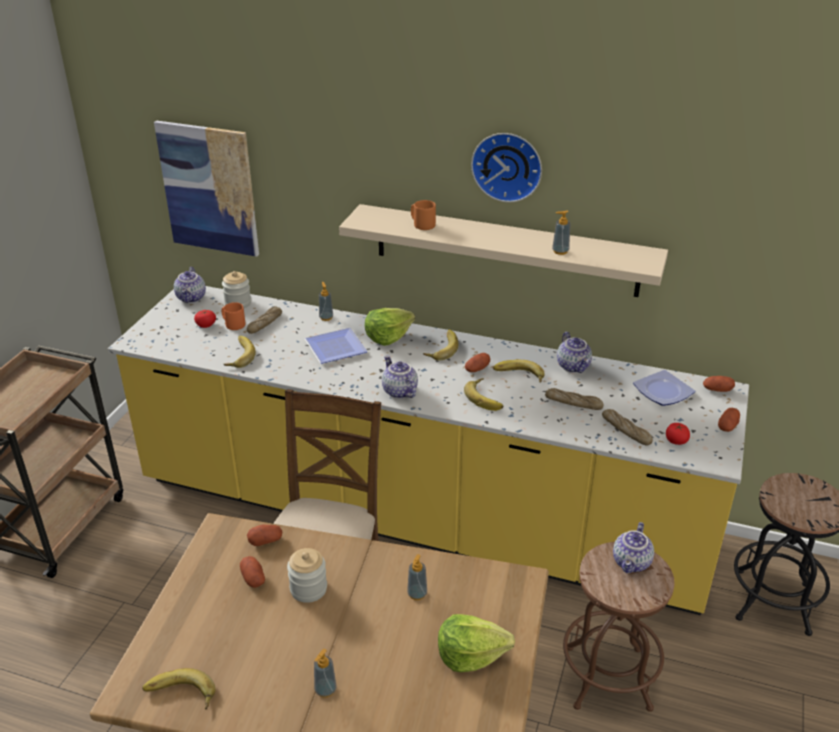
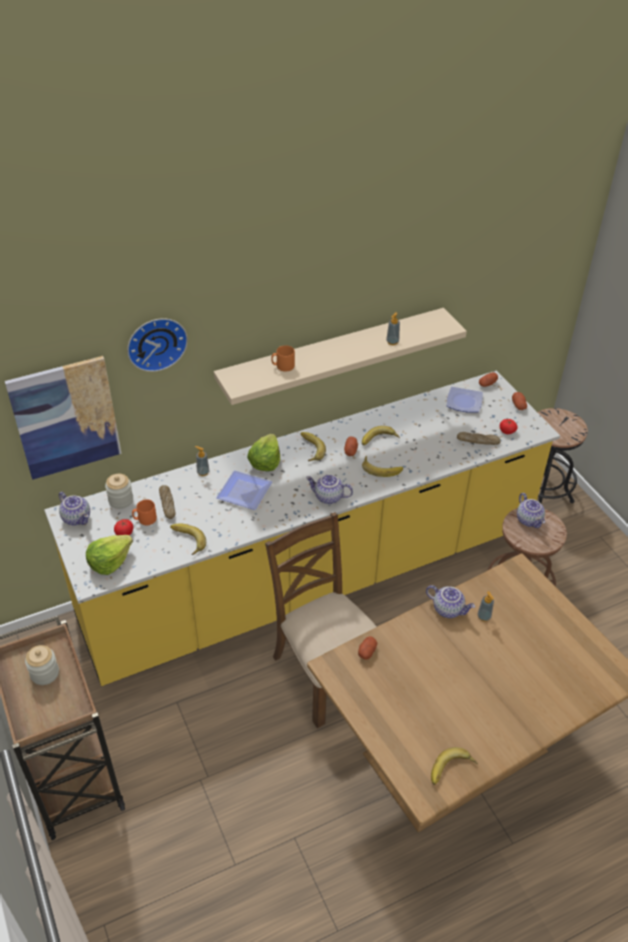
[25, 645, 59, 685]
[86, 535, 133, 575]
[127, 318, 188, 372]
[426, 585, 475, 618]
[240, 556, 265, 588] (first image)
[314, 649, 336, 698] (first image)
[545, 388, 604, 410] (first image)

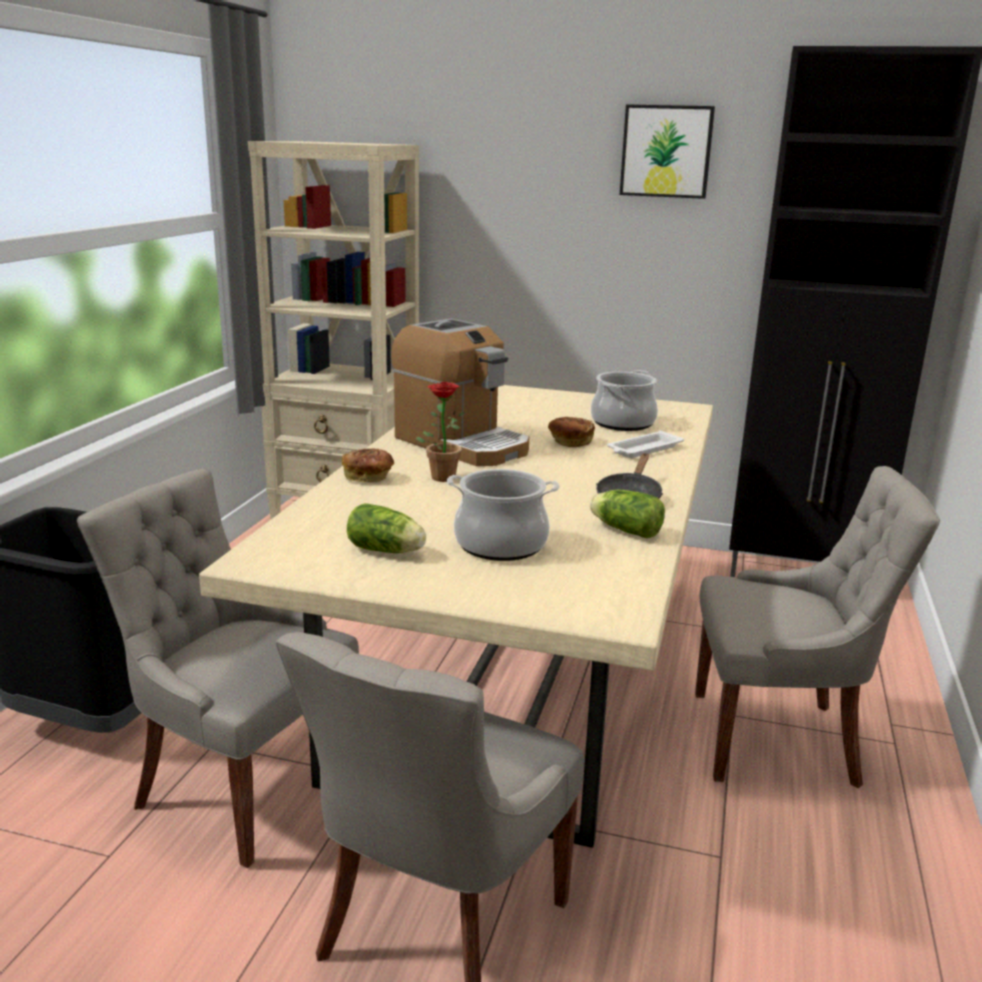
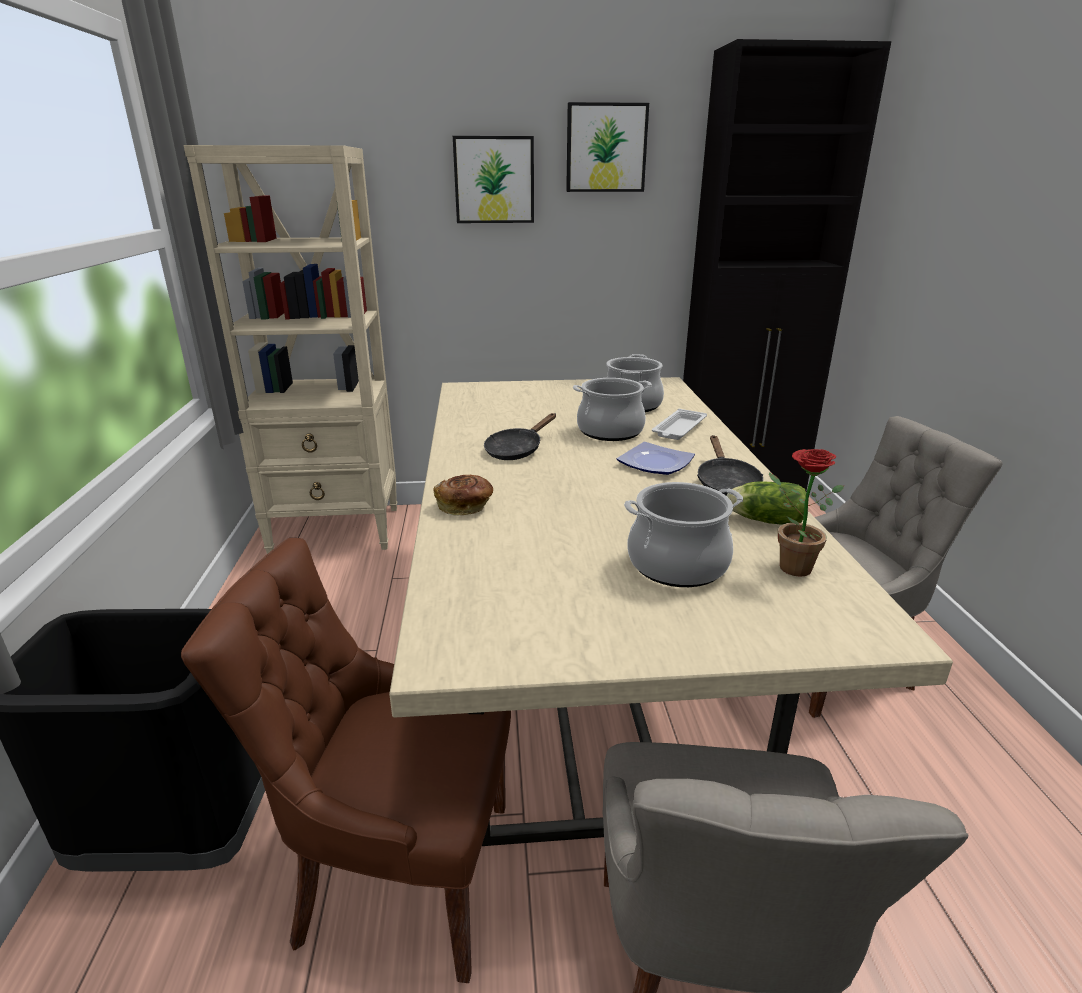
[181, 538, 511, 983]
[453, 136, 534, 223]
[484, 413, 556, 460]
[573, 378, 652, 441]
[617, 442, 695, 475]
[769, 449, 844, 577]
[347, 503, 426, 553] (first image)

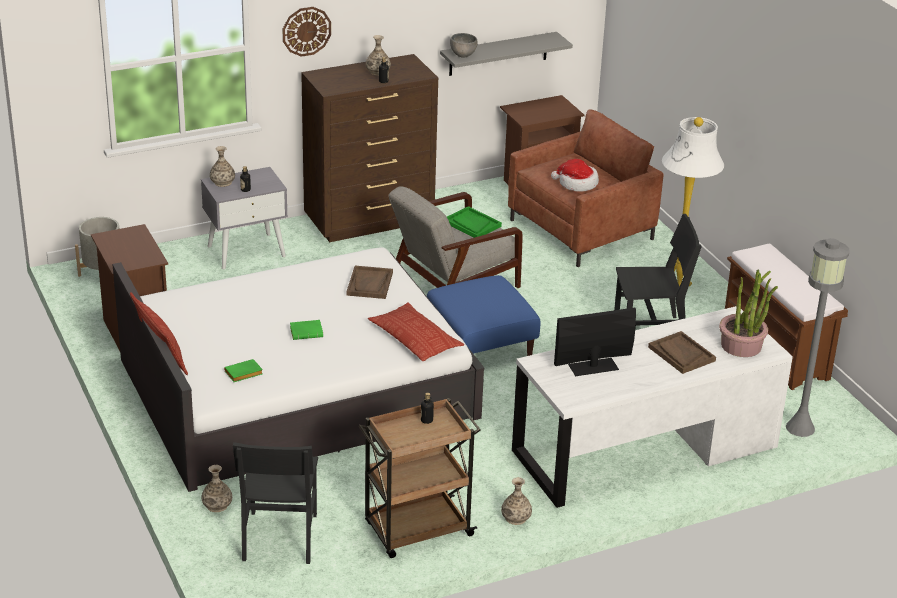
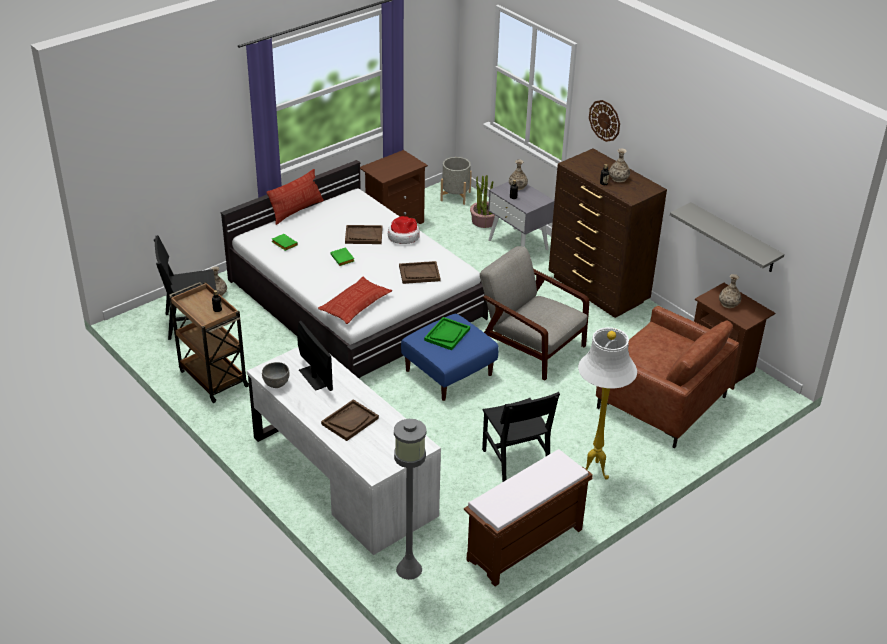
[262, 362, 290, 388]
[345, 225, 382, 244]
[388, 216, 420, 244]
[424, 317, 470, 350]
[470, 175, 495, 228]
[719, 274, 741, 308]

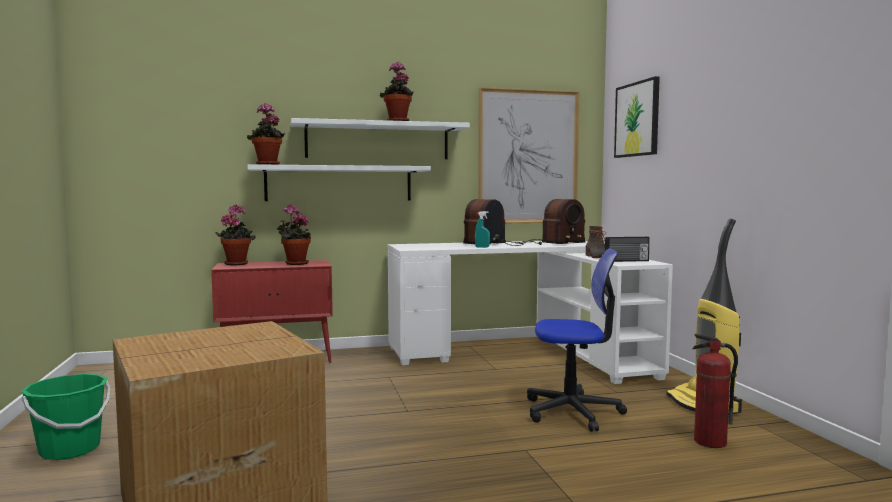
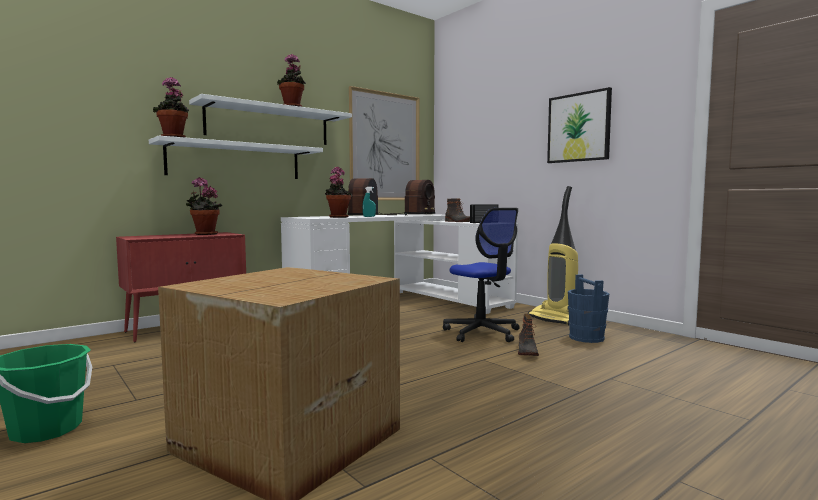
[325, 167, 353, 218]
[443, 208, 520, 342]
[518, 314, 539, 356]
[547, 87, 612, 163]
[568, 274, 610, 343]

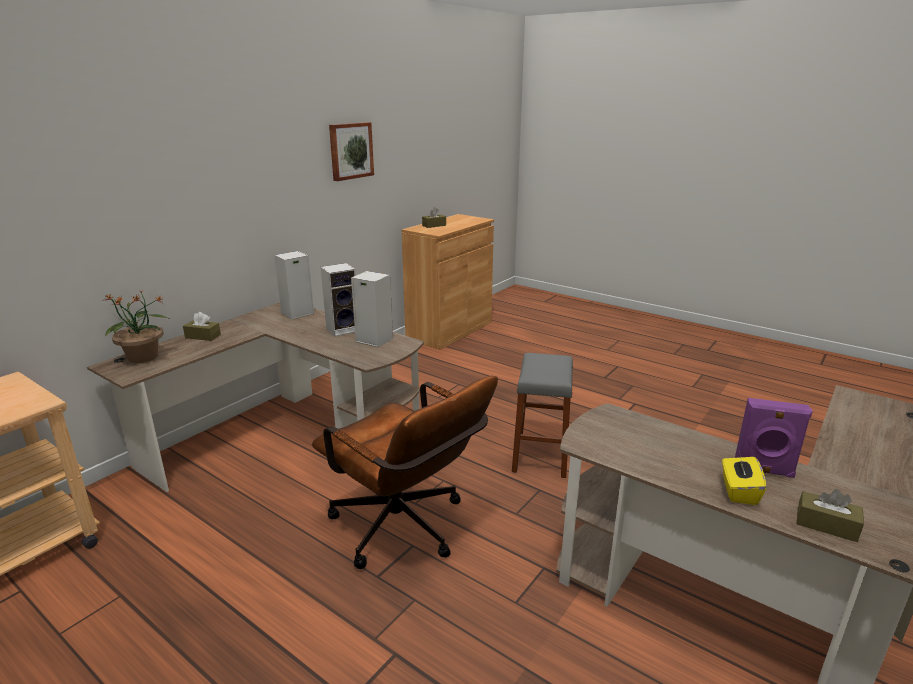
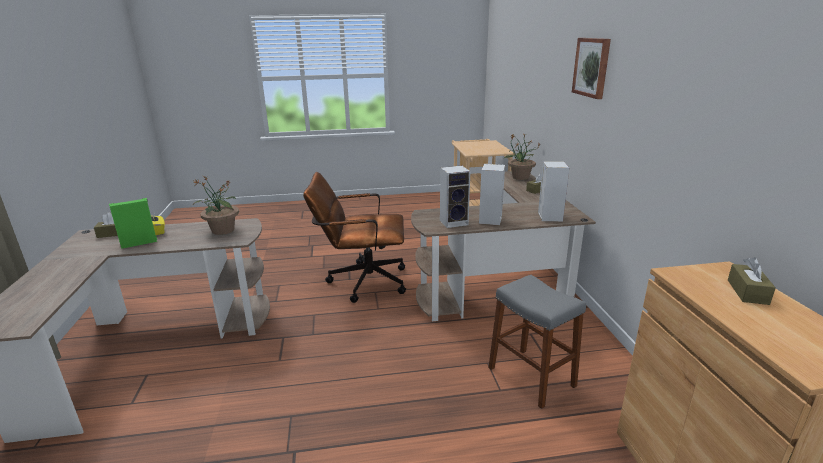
[109, 198, 157, 249]
[193, 176, 239, 235]
[489, 275, 586, 409]
[572, 38, 611, 99]

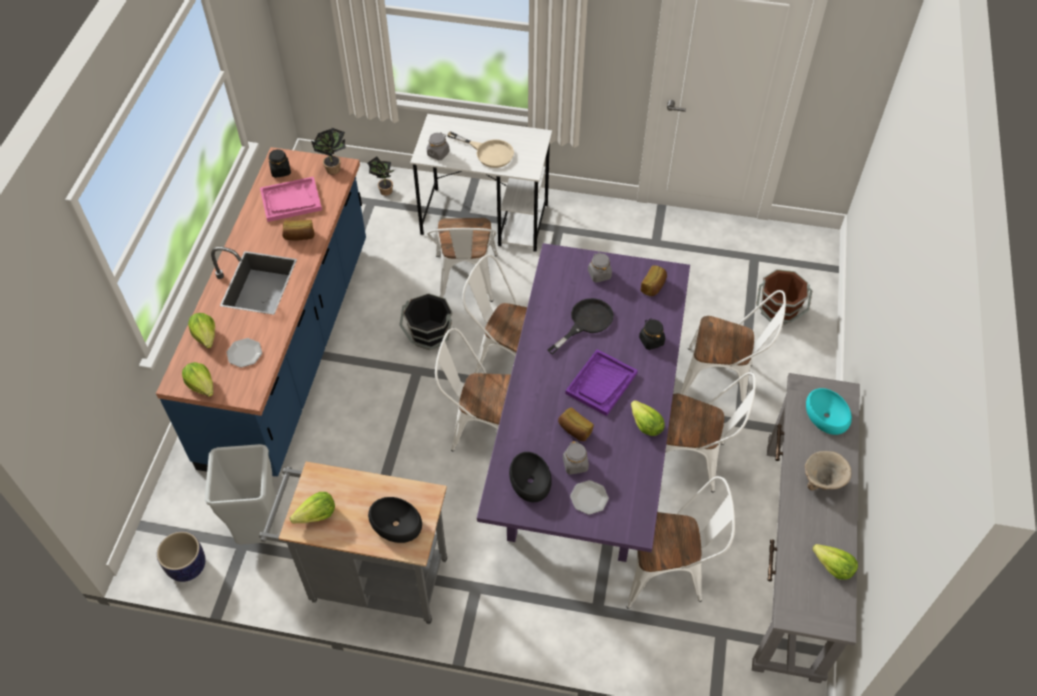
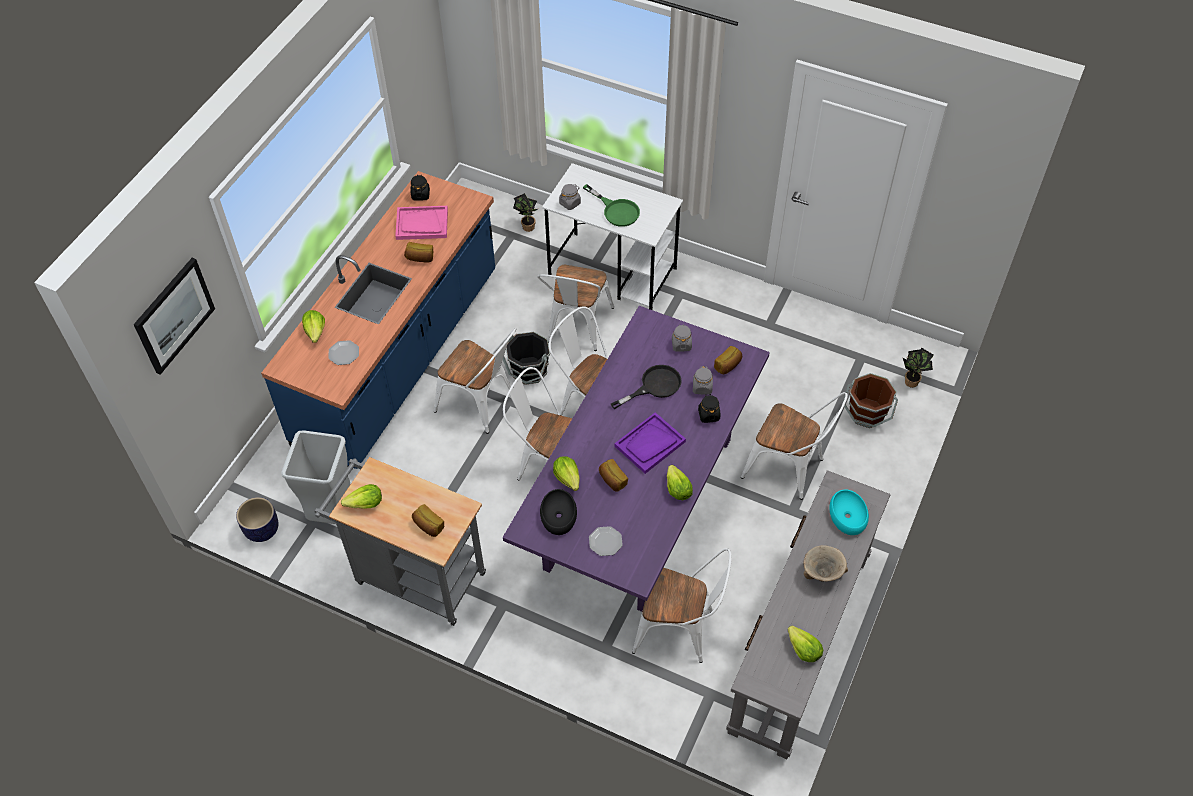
[133, 258, 215, 375]
[412, 504, 444, 537]
[434, 328, 516, 434]
[553, 456, 580, 491]
[583, 184, 640, 227]
[693, 366, 713, 395]
[902, 348, 934, 388]

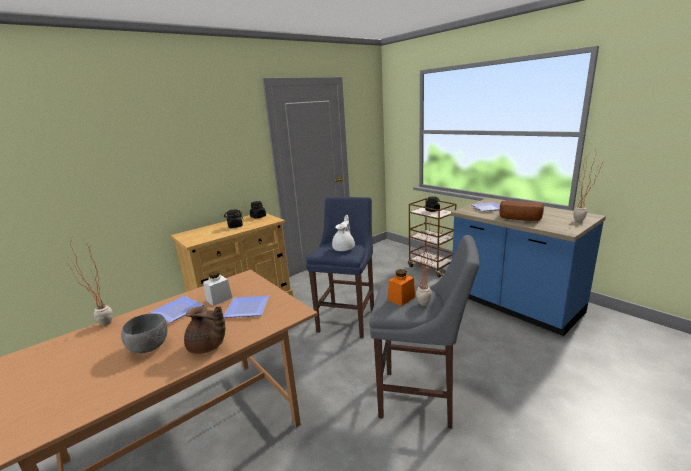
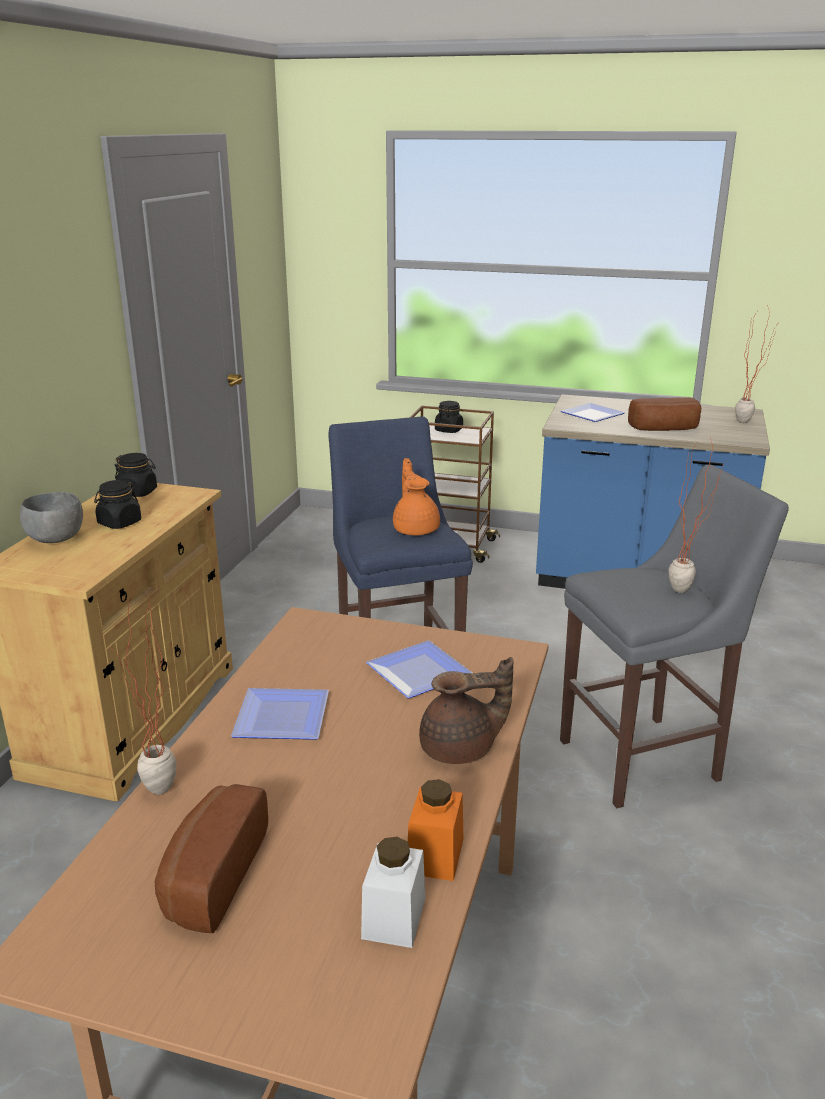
[20, 492, 83, 543]
[155, 784, 268, 933]
[361, 837, 425, 948]
[393, 458, 440, 535]
[408, 779, 463, 881]

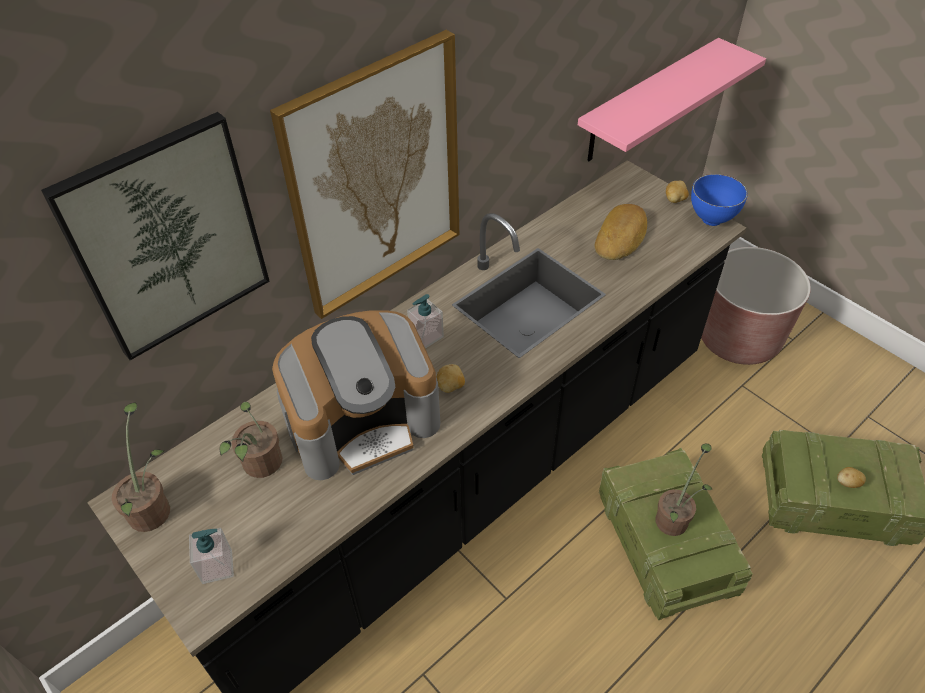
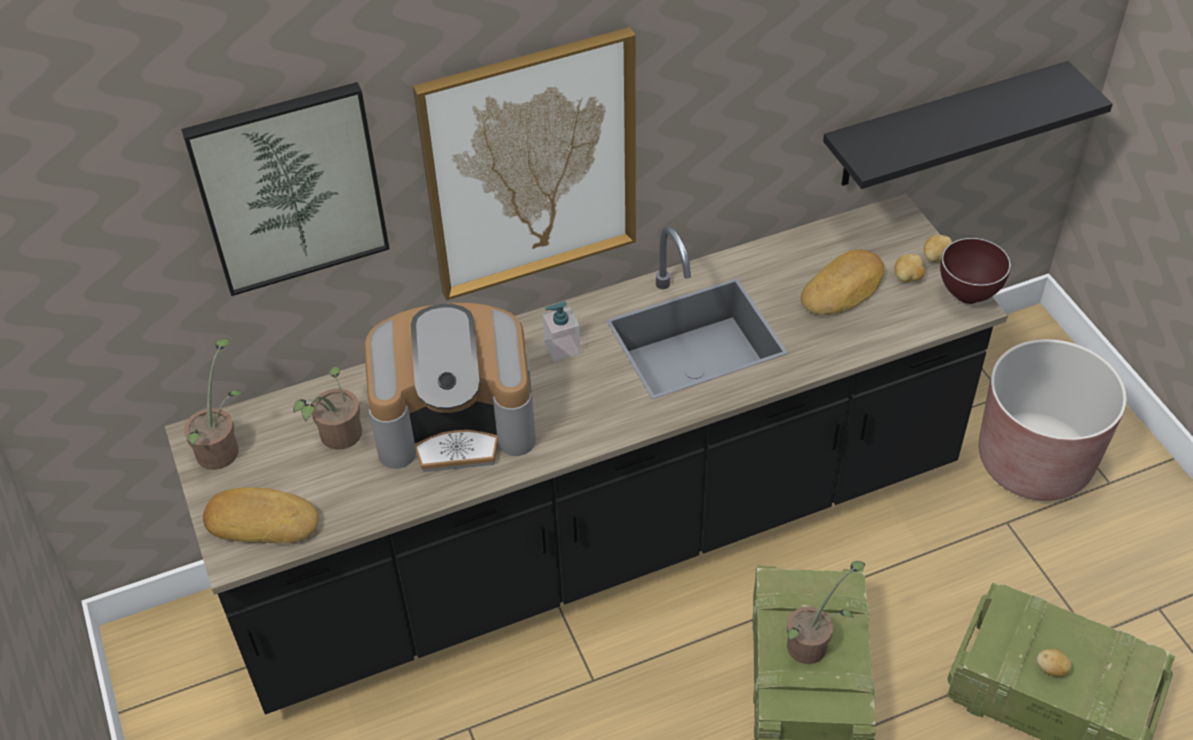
[203, 487, 319, 544]
[823, 61, 1113, 189]
[895, 254, 925, 282]
[940, 238, 1011, 304]

